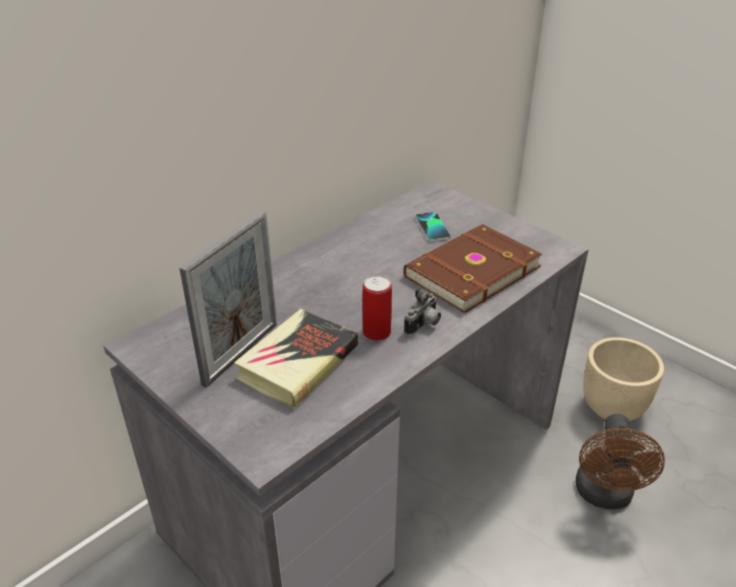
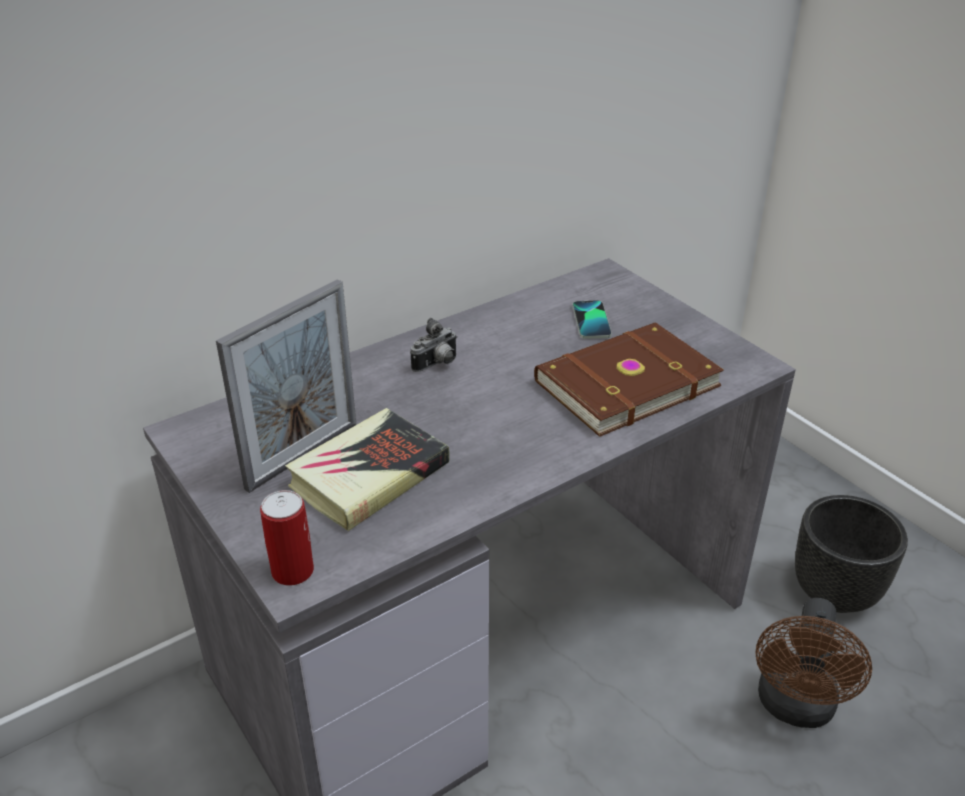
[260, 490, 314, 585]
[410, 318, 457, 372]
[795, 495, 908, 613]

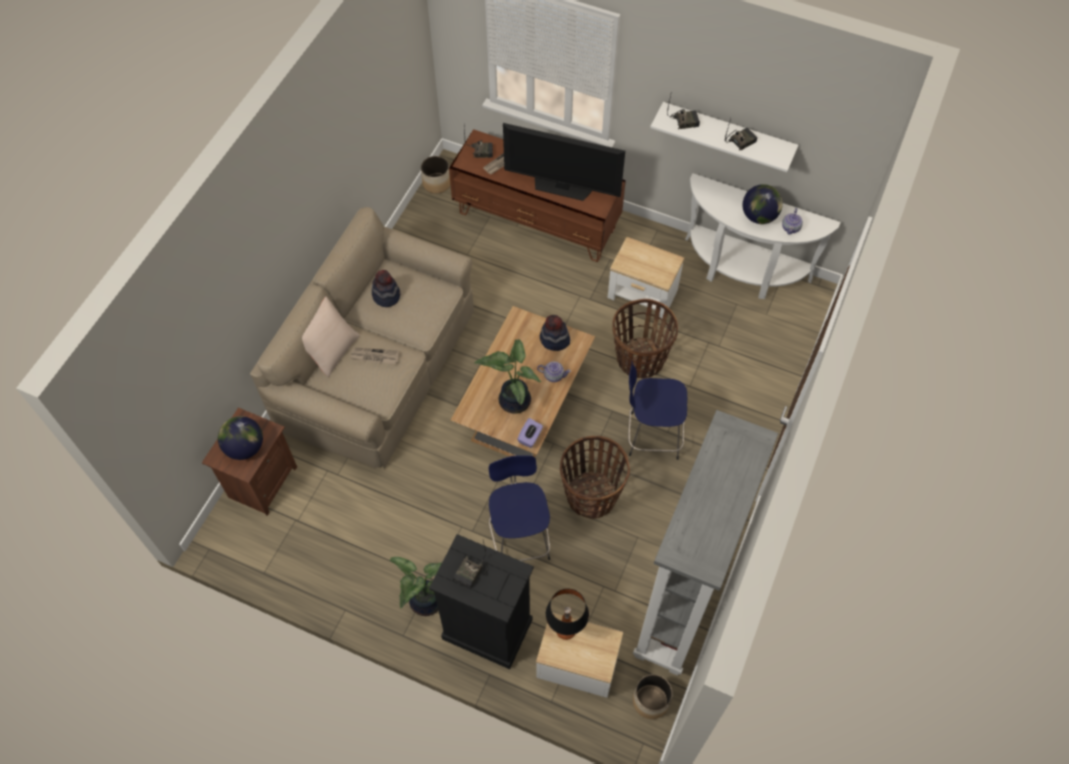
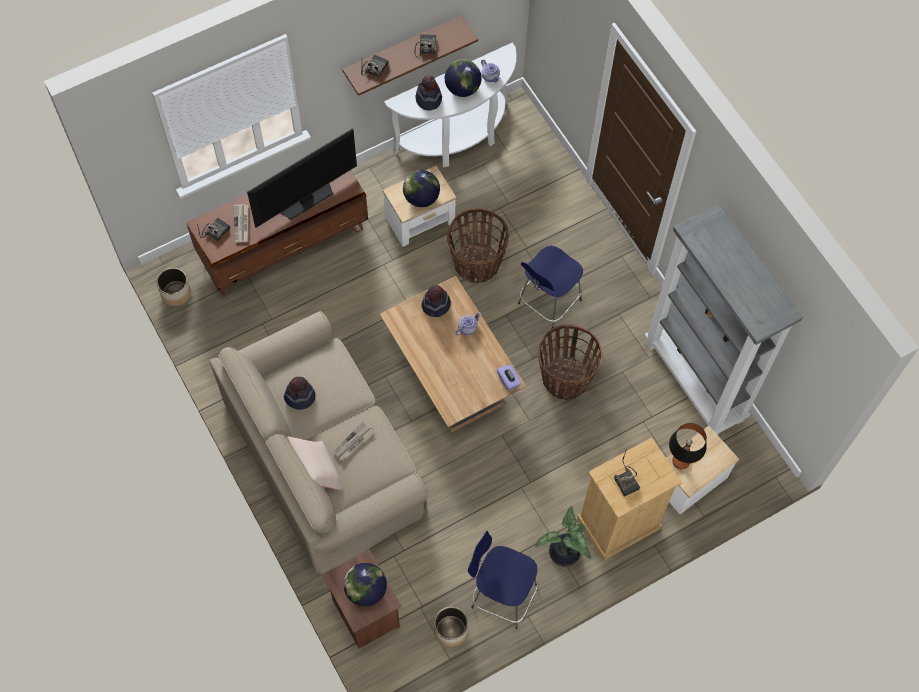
[342, 15, 478, 96]
[403, 170, 440, 207]
[416, 75, 442, 111]
[434, 607, 468, 647]
[468, 531, 538, 629]
[577, 437, 682, 561]
[474, 339, 541, 413] (first image)

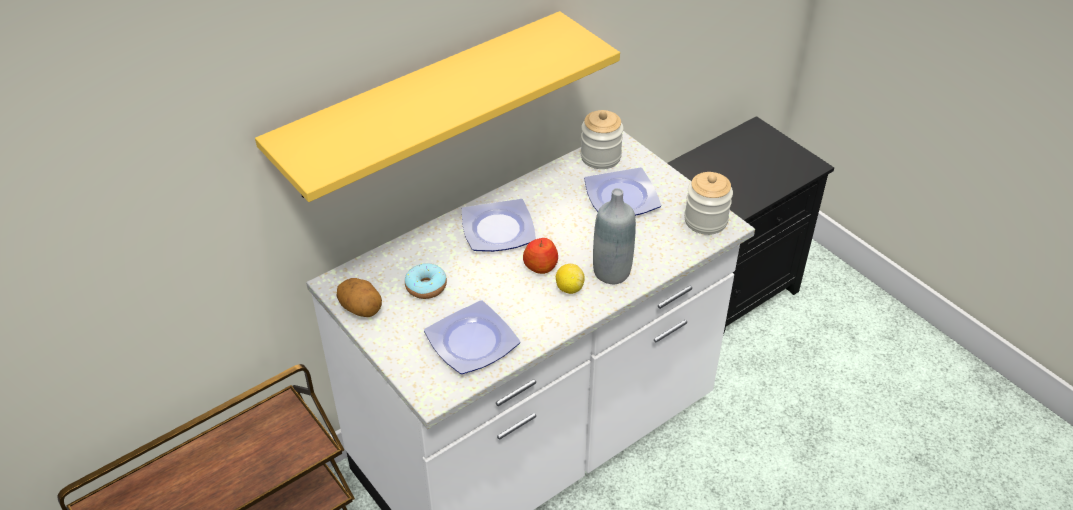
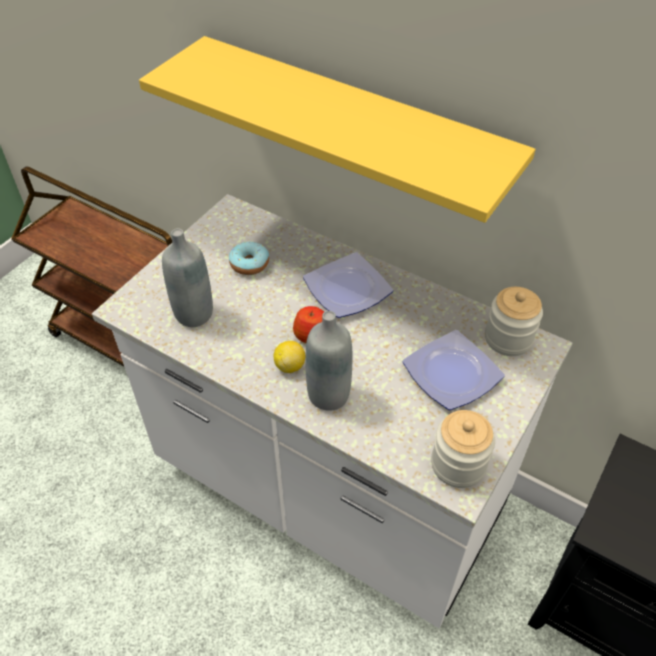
[162, 228, 213, 327]
[337, 278, 382, 317] (first image)

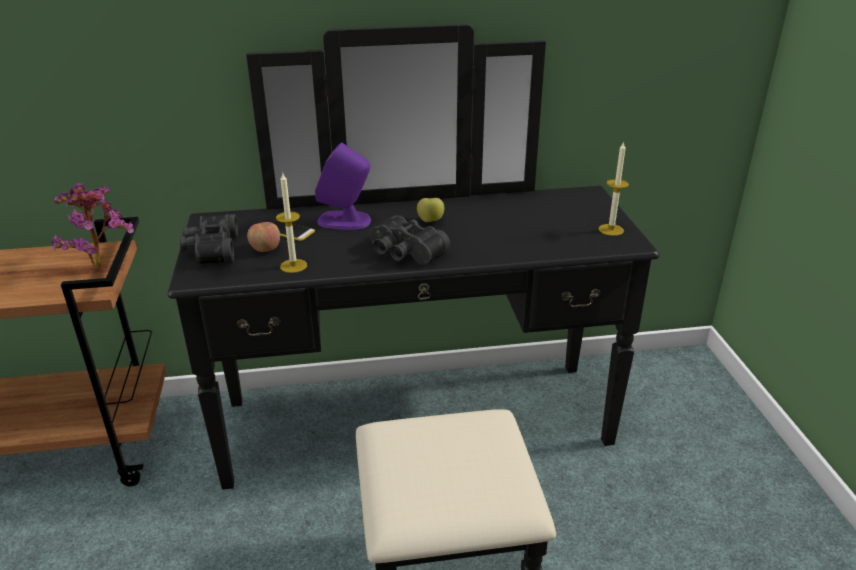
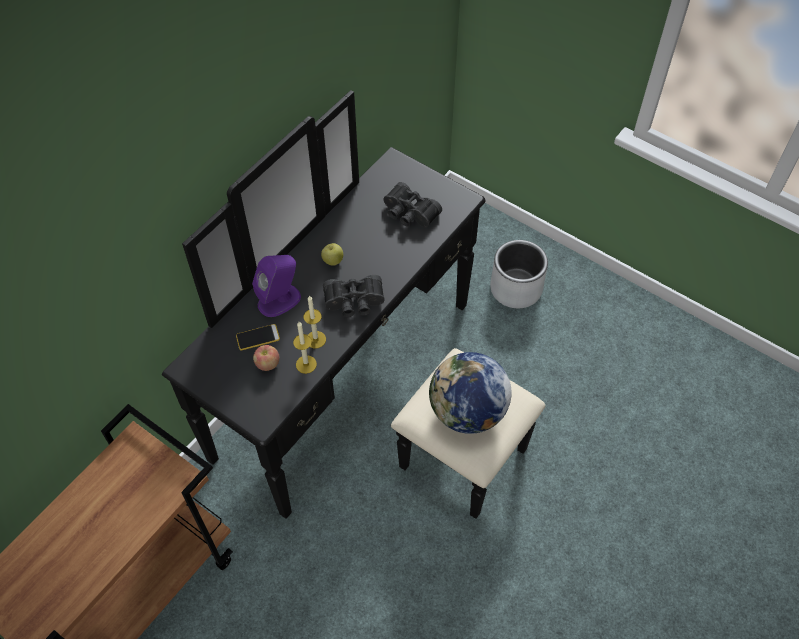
[304, 295, 326, 348]
[383, 182, 442, 228]
[429, 352, 512, 434]
[490, 240, 548, 308]
[52, 183, 134, 268] (first image)

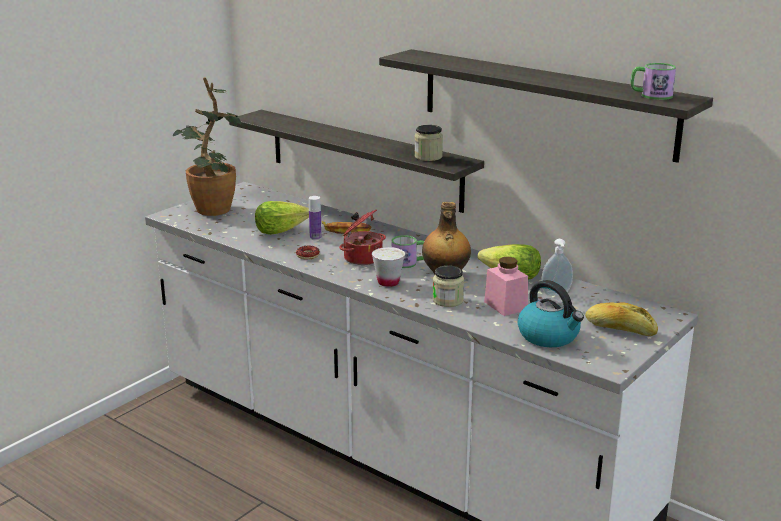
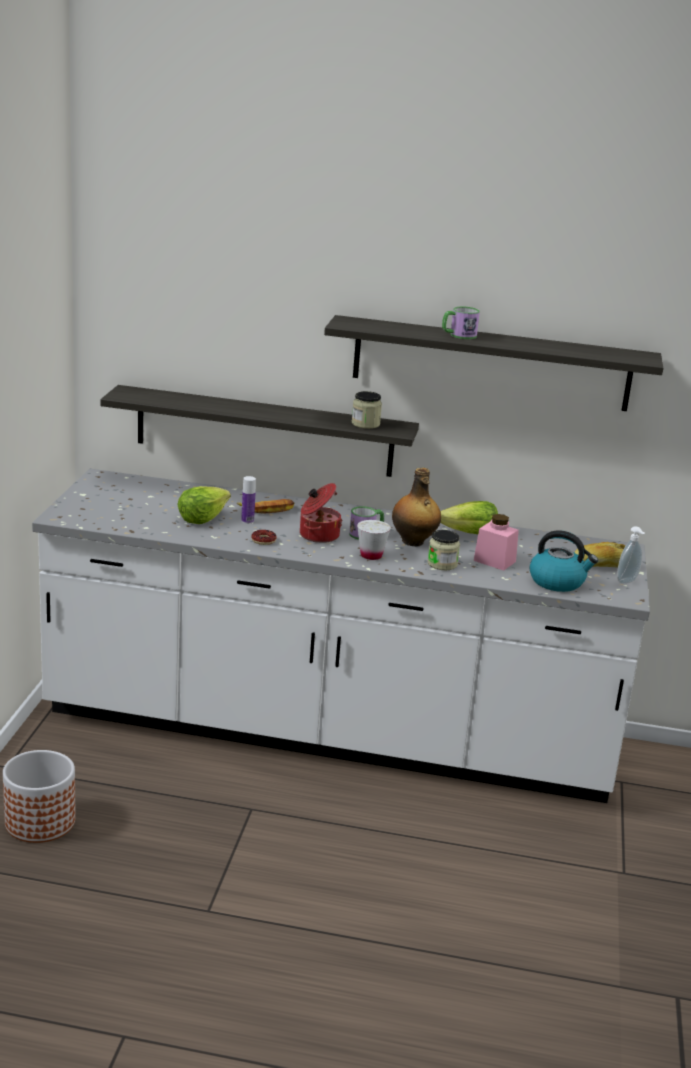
[3, 750, 76, 843]
[442, 307, 480, 339]
[617, 526, 645, 584]
[173, 77, 241, 216] (first image)

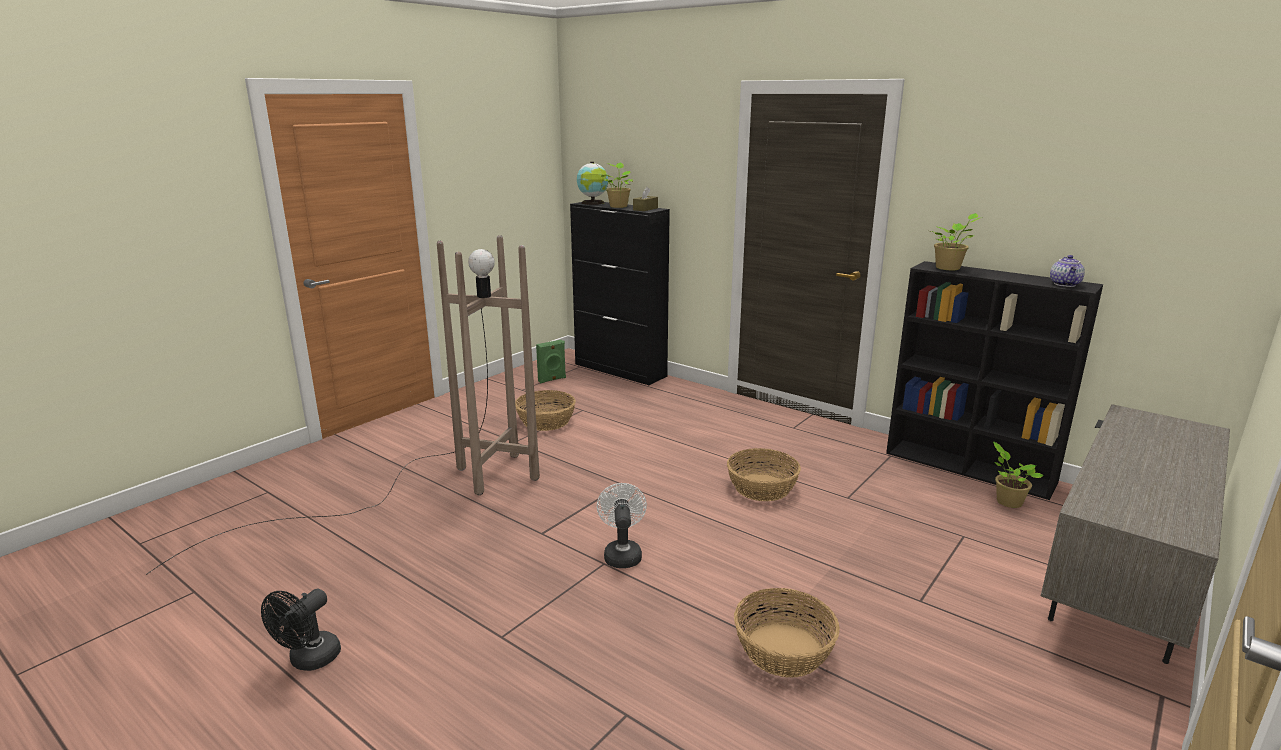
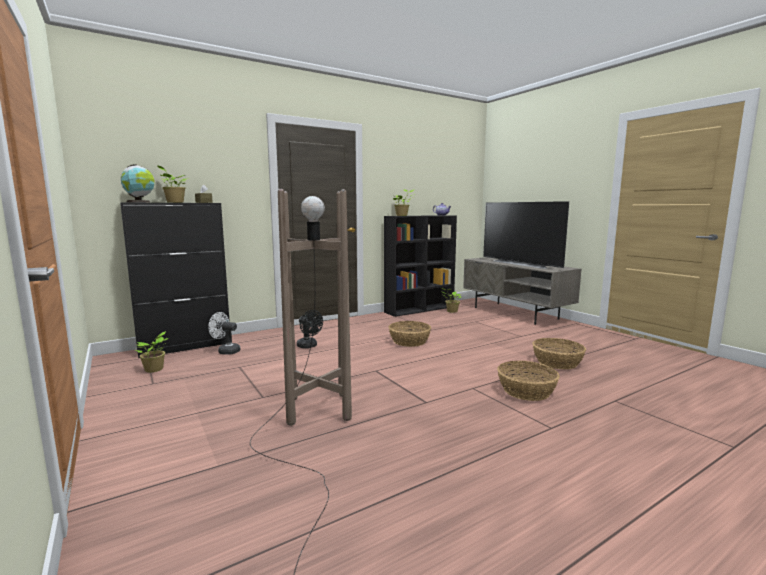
[135, 331, 168, 372]
[208, 312, 241, 355]
[297, 310, 323, 348]
[483, 201, 569, 269]
[497, 361, 560, 401]

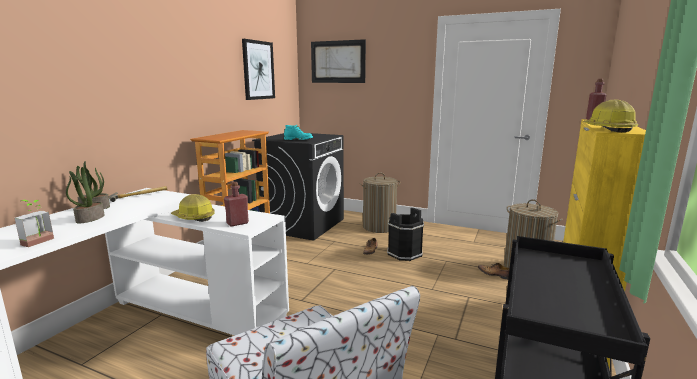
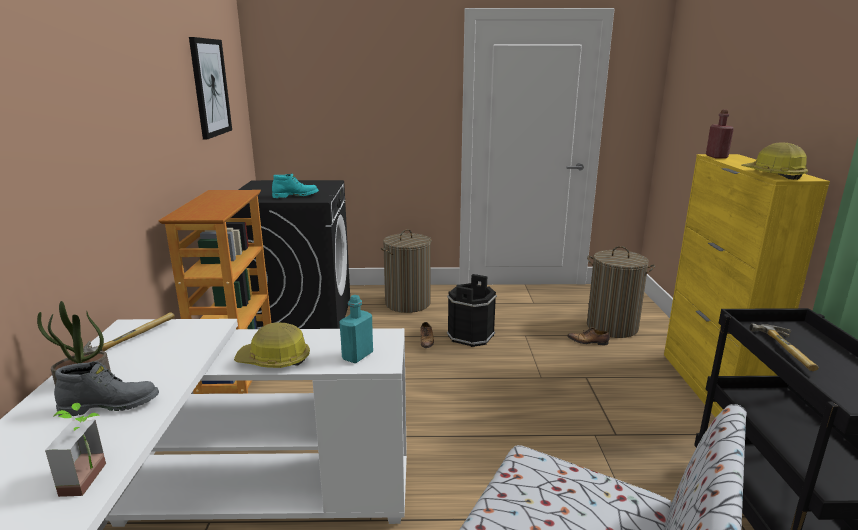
[54, 361, 159, 416]
[339, 295, 373, 363]
[749, 323, 819, 371]
[311, 39, 366, 83] (first image)

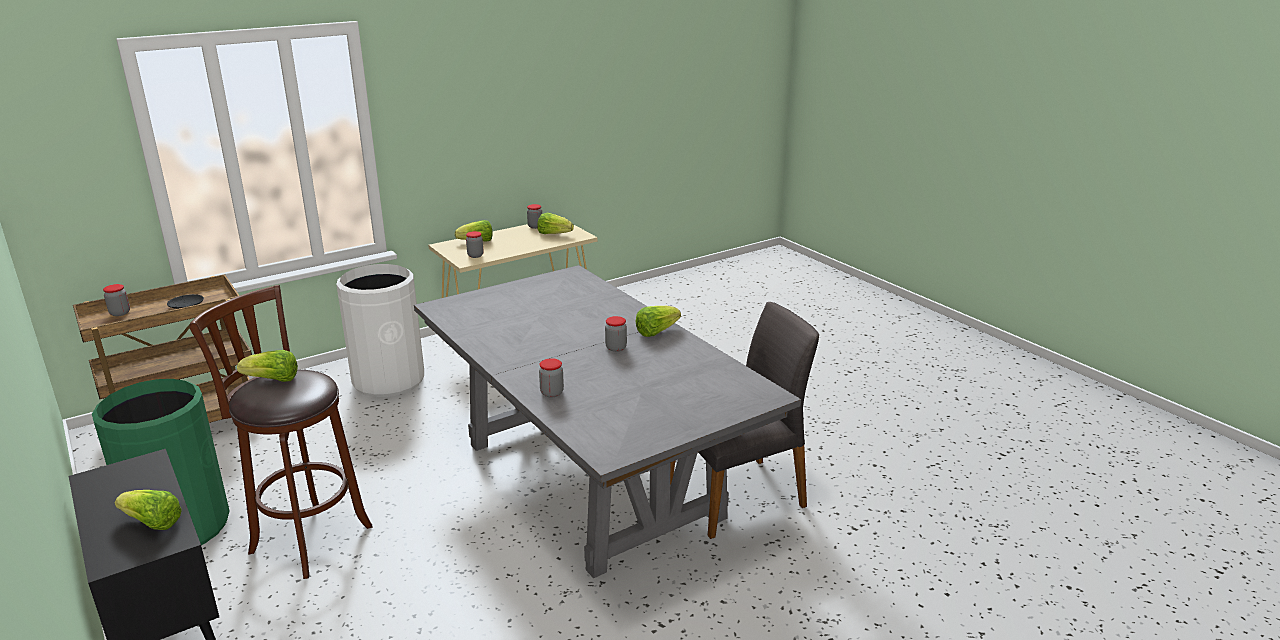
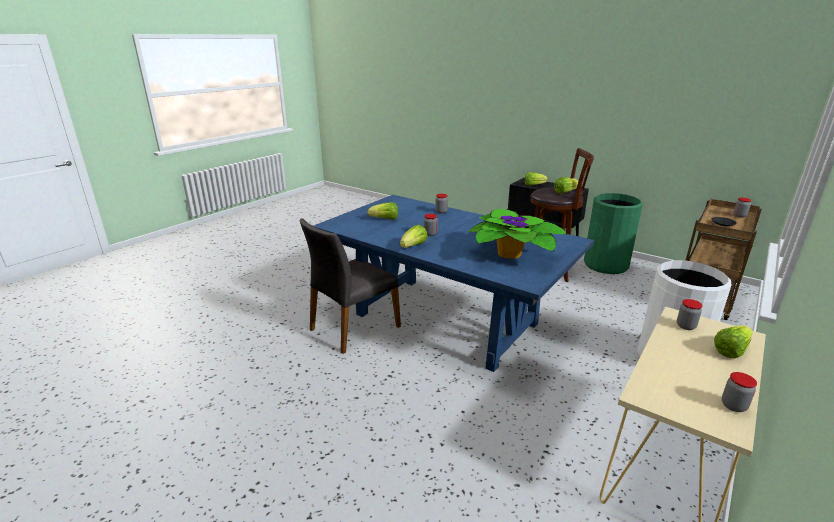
[313, 195, 595, 372]
[368, 202, 398, 220]
[467, 209, 567, 259]

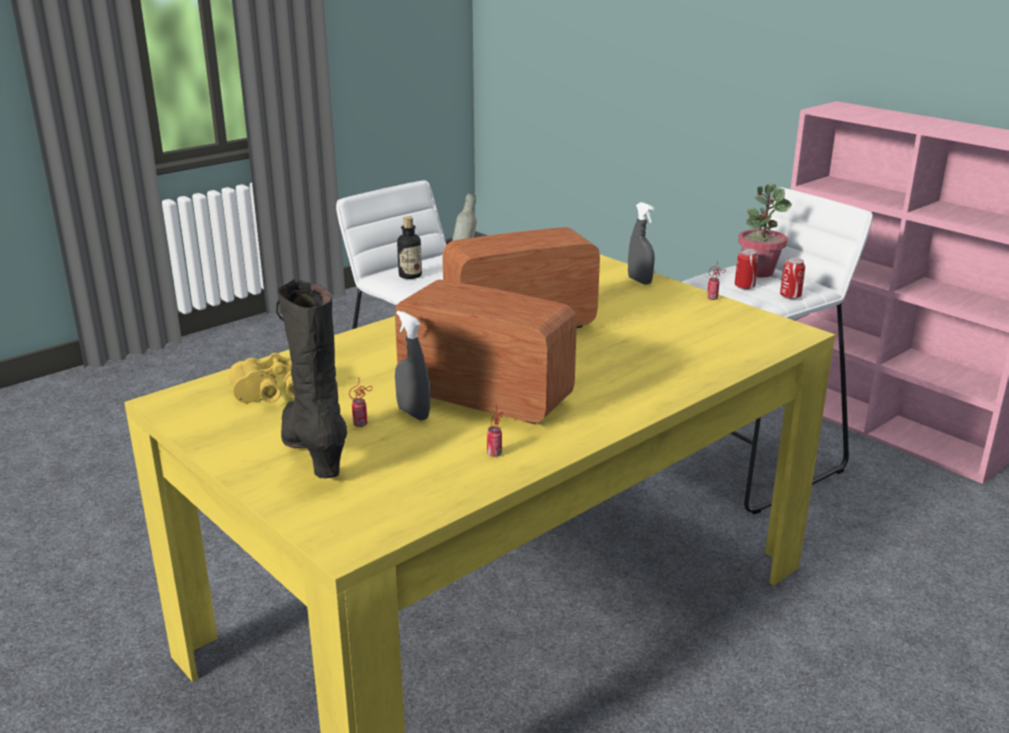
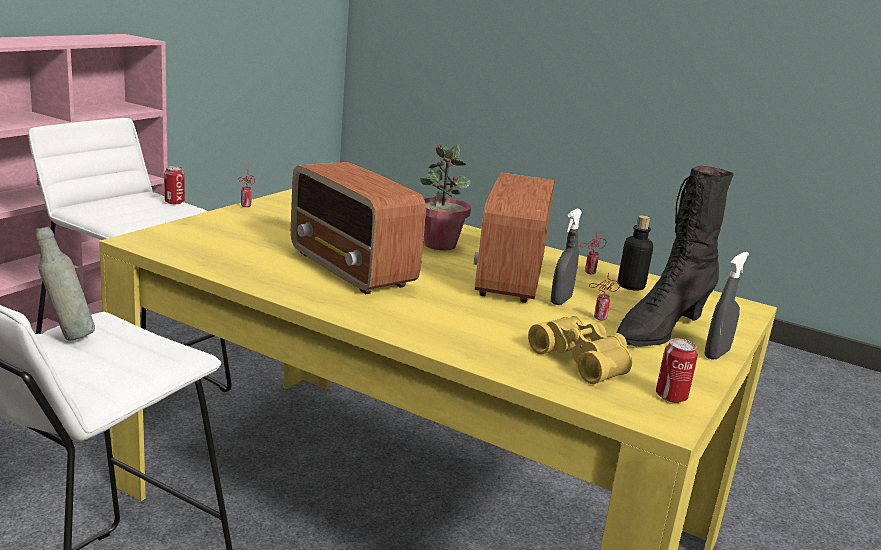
[420, 144, 471, 250]
[618, 215, 653, 291]
[656, 339, 698, 403]
[705, 252, 749, 360]

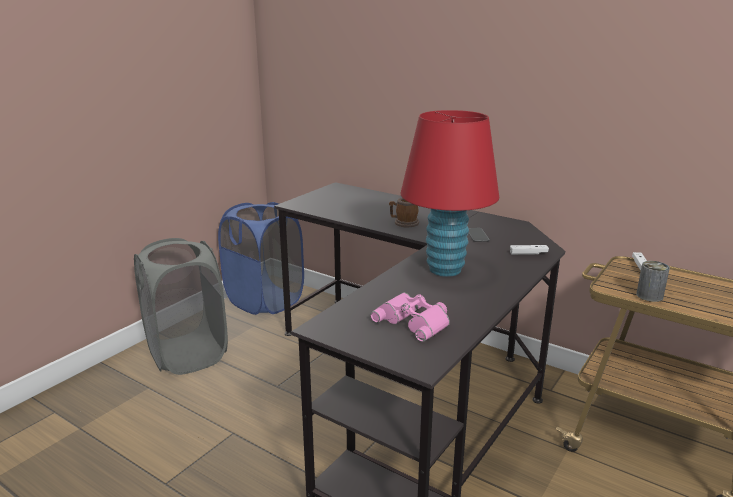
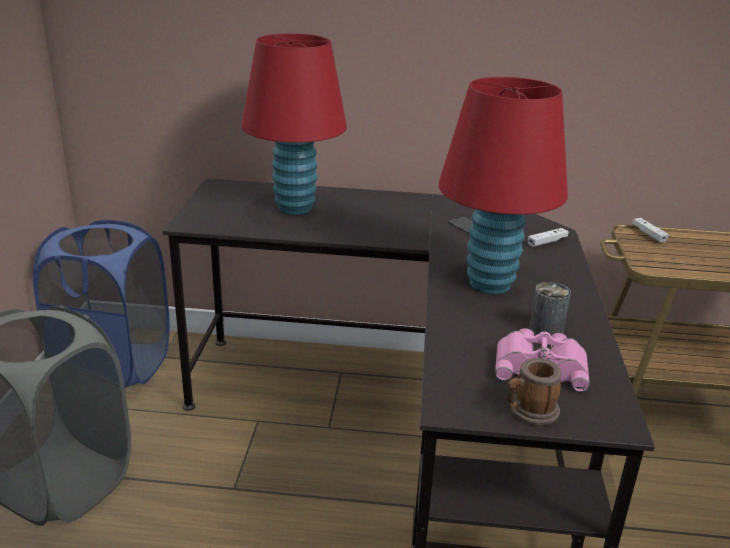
[241, 33, 347, 215]
[508, 358, 562, 425]
[529, 282, 571, 336]

